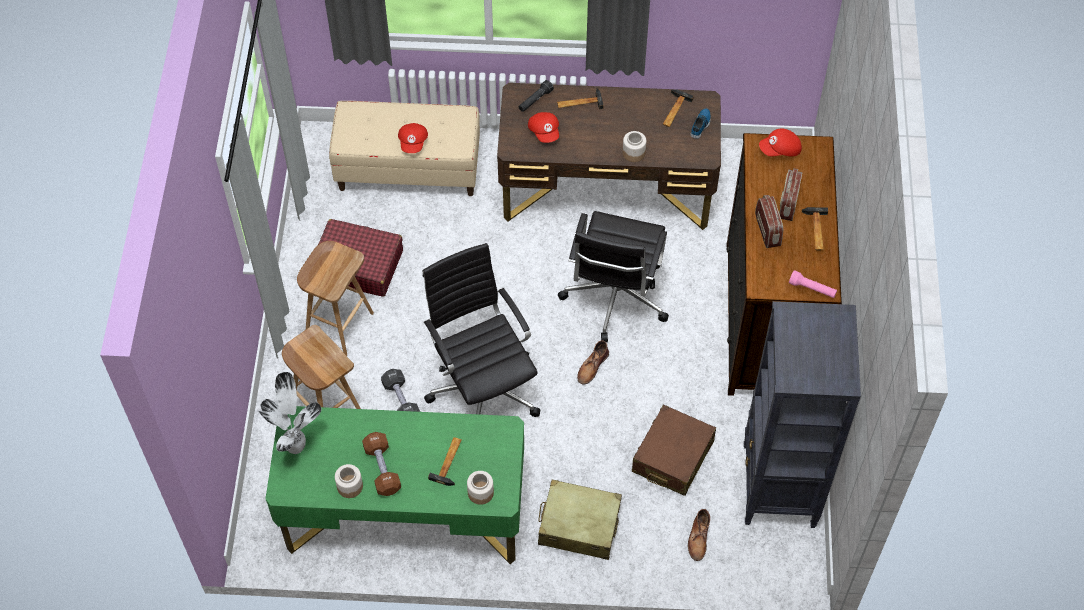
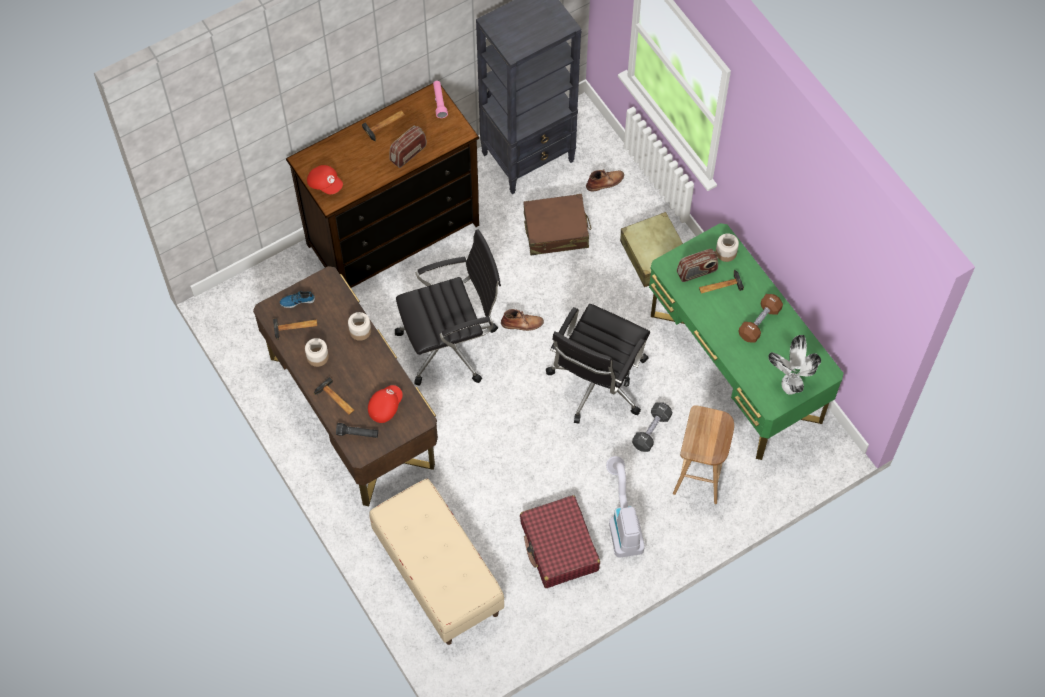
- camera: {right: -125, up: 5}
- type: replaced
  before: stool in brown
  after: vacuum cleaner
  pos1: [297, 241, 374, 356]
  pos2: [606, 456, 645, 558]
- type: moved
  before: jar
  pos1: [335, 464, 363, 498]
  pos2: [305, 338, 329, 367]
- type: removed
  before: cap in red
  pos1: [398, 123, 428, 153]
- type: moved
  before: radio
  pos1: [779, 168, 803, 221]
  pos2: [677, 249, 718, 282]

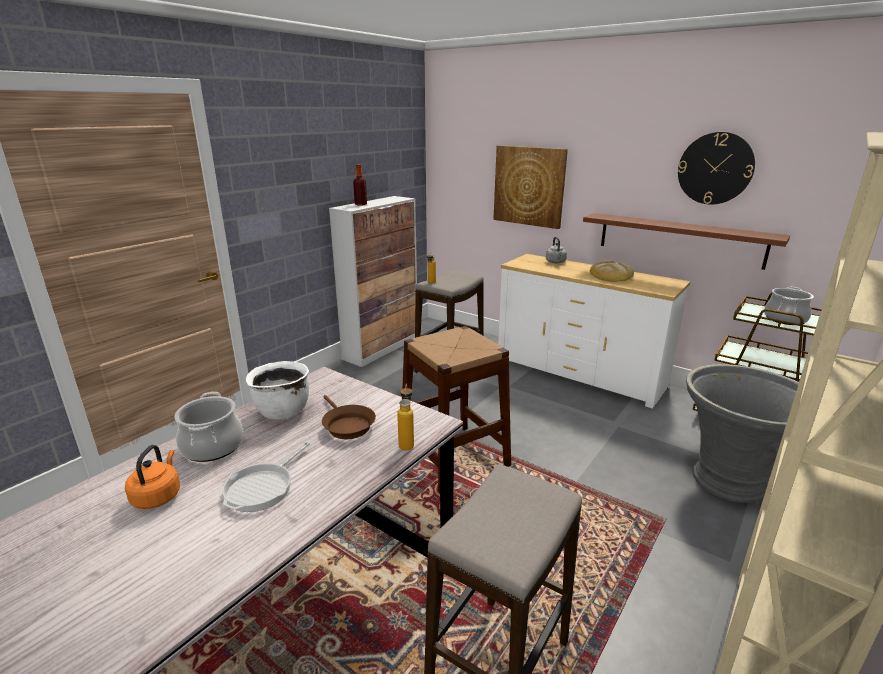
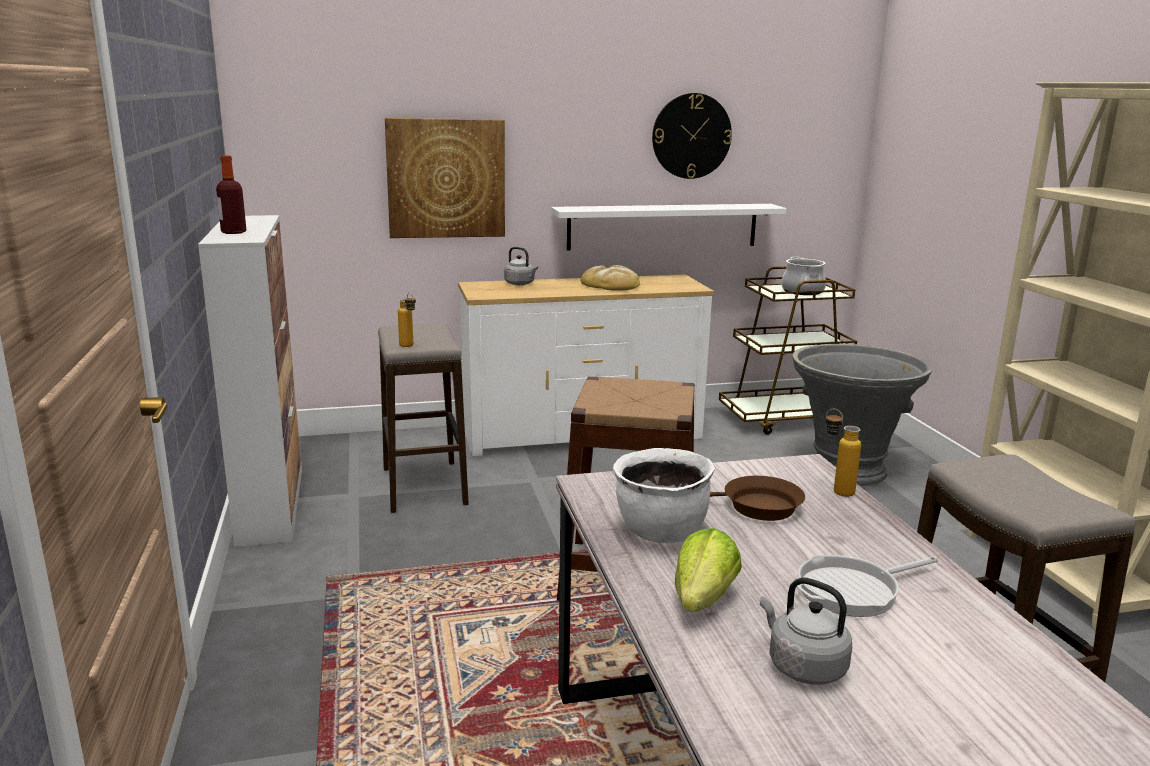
- camera: {right: -50, up: -5}
- type: recoloured
  before: kettle in orange
  after: kettle in grey
  pos1: [125, 445, 180, 509]
  pos2: [760, 578, 852, 685]
- type: replaced
  before: cooking pot
  after: lettuce
  pos1: [174, 392, 244, 462]
  pos2: [675, 528, 742, 612]
- type: turned
  before: frying pan
  pos1: [222, 442, 310, 512]
  pos2: [797, 555, 938, 617]
  turn: 90
- type: recoloured
  before: shelf in brown
  after: shelf in white
  pos1: [583, 213, 790, 270]
  pos2: [551, 204, 787, 250]

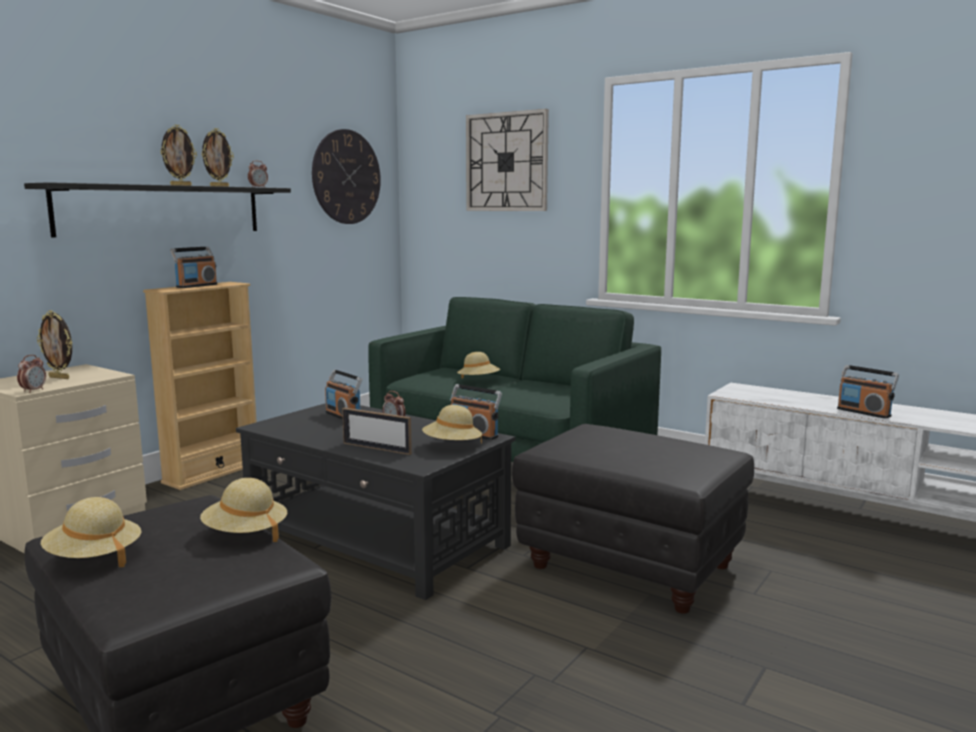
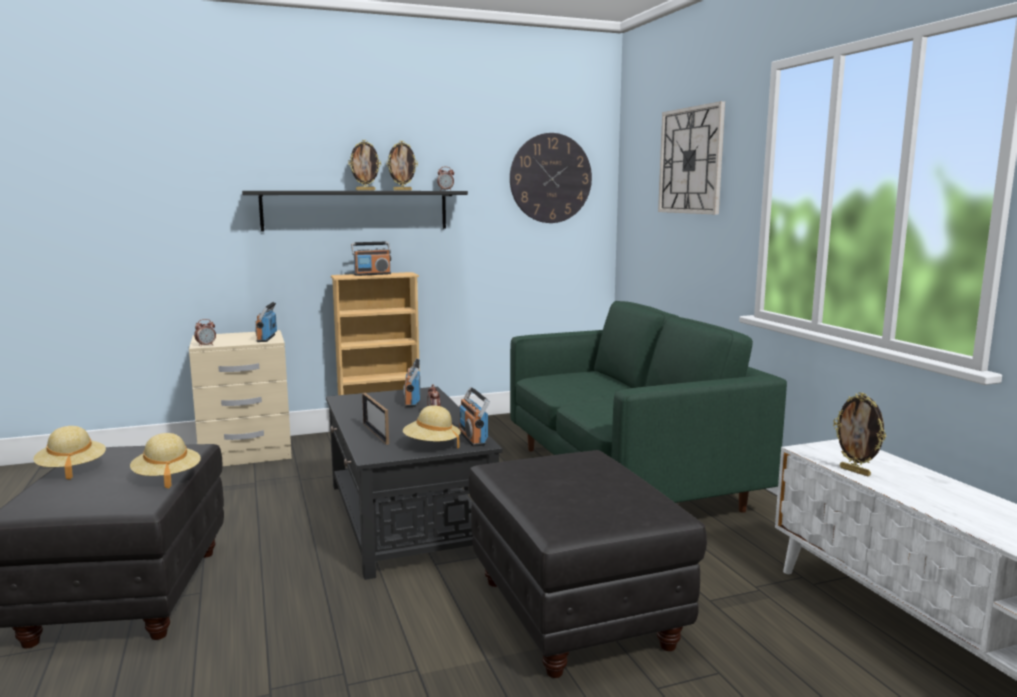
- camera: {right: 35, up: 0}
- type: moved
  before: picture frame
  pos1: [37, 310, 72, 379]
  pos2: [833, 392, 886, 476]
- type: removed
  before: hat in beige
  pos1: [457, 352, 500, 378]
- type: moved
  before: radio
  pos1: [837, 365, 899, 419]
  pos2: [255, 302, 277, 342]

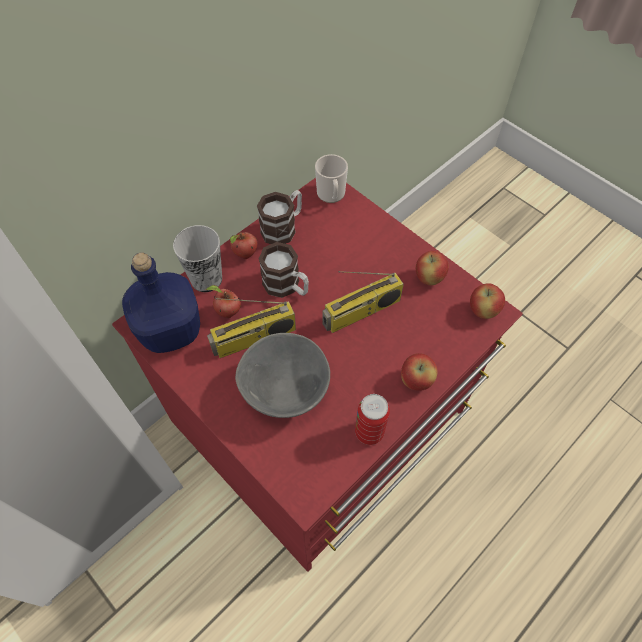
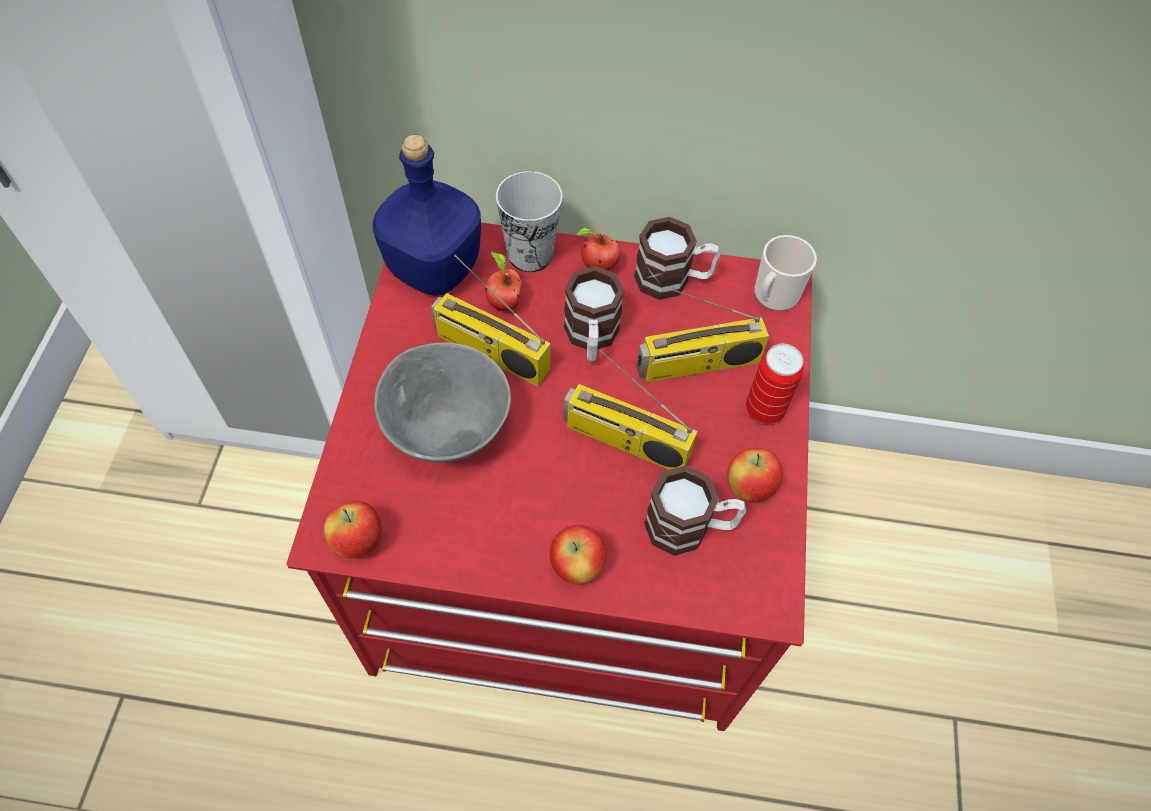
- camera: {right: 50, up: 0}
- type: moved
  before: can
  pos1: [355, 394, 390, 445]
  pos2: [746, 344, 804, 424]
- type: moved
  before: apple
  pos1: [470, 283, 505, 319]
  pos2: [324, 501, 382, 559]
- type: added
  after: radio
  pos2: [636, 289, 769, 383]
- type: added
  after: mug
  pos2: [644, 466, 746, 556]

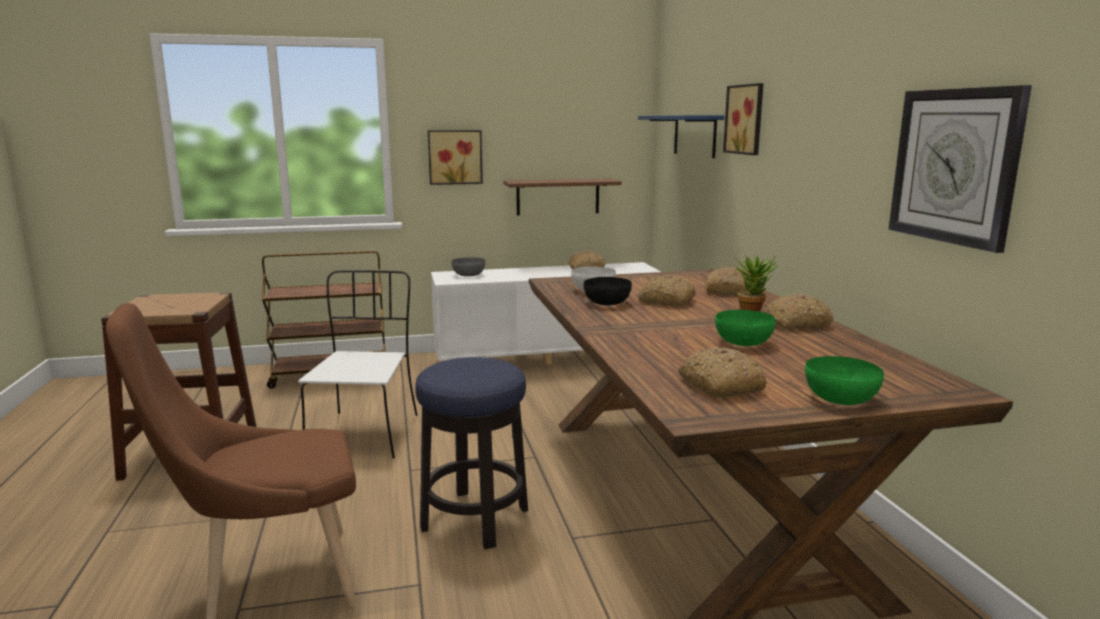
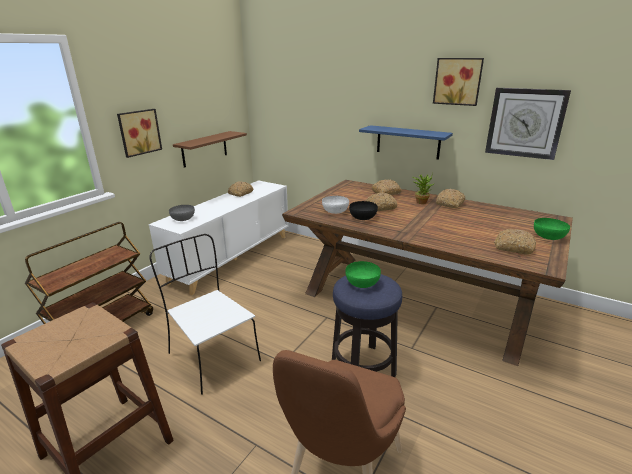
- camera: {right: -45, up: 10}
- type: moved
  before: shelf in blue
  pos1: [638, 115, 724, 158]
  pos2: [359, 125, 453, 160]
- type: moved
  before: bowl in green
  pos1: [715, 310, 776, 346]
  pos2: [345, 261, 381, 288]
- type: moved
  before: picture
  pos1: [723, 83, 763, 155]
  pos2: [433, 58, 484, 106]

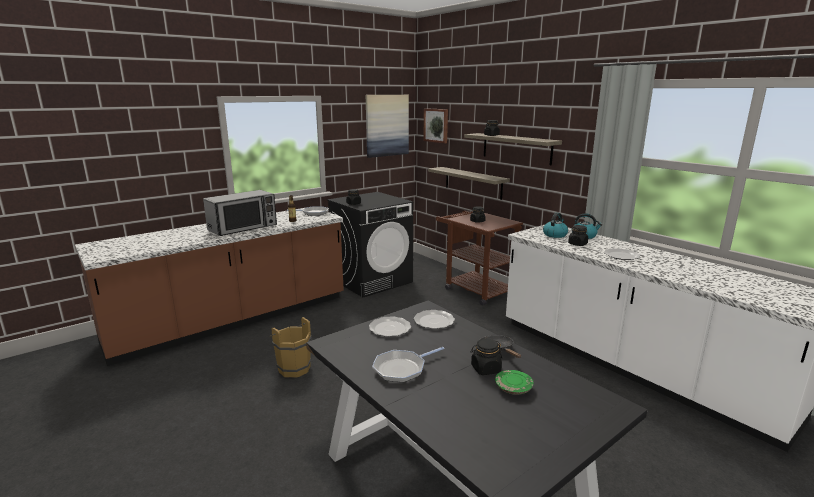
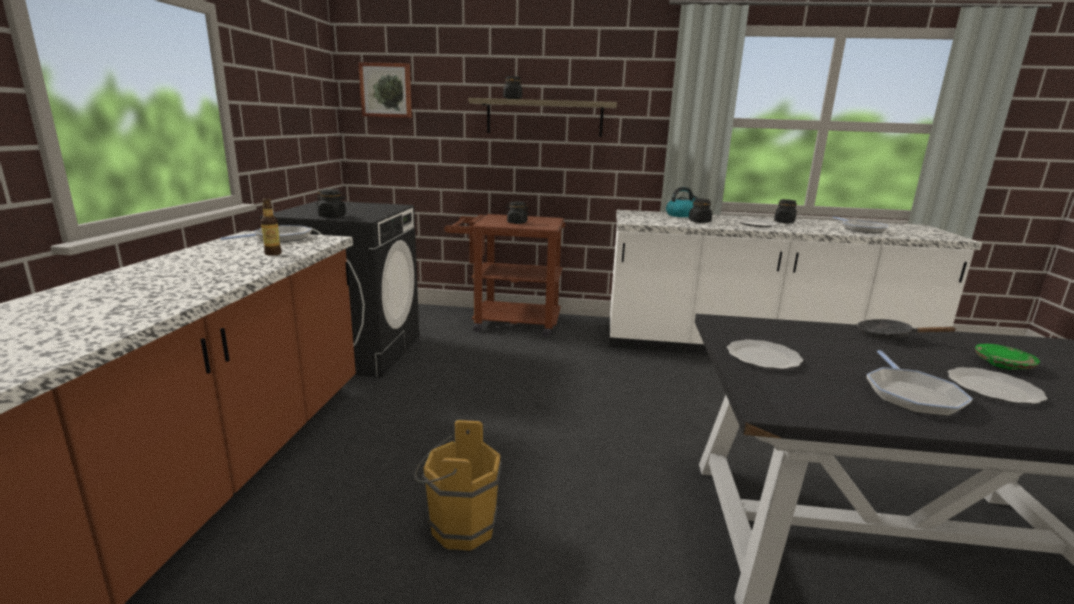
- camera: {right: -45, up: 0}
- type: removed
  before: microwave
  pos1: [203, 190, 277, 236]
- type: removed
  before: picture
  pos1: [366, 95, 409, 158]
- type: moved
  before: plate
  pos1: [414, 310, 455, 329]
  pos2: [948, 367, 1047, 404]
- type: removed
  before: shelf
  pos1: [428, 167, 510, 200]
- type: moved
  before: jar in black
  pos1: [471, 339, 502, 375]
  pos2: [774, 199, 797, 223]
- type: removed
  before: kettle
  pos1: [543, 212, 568, 238]
- type: added
  after: frying pan
  pos2: [833, 217, 888, 233]

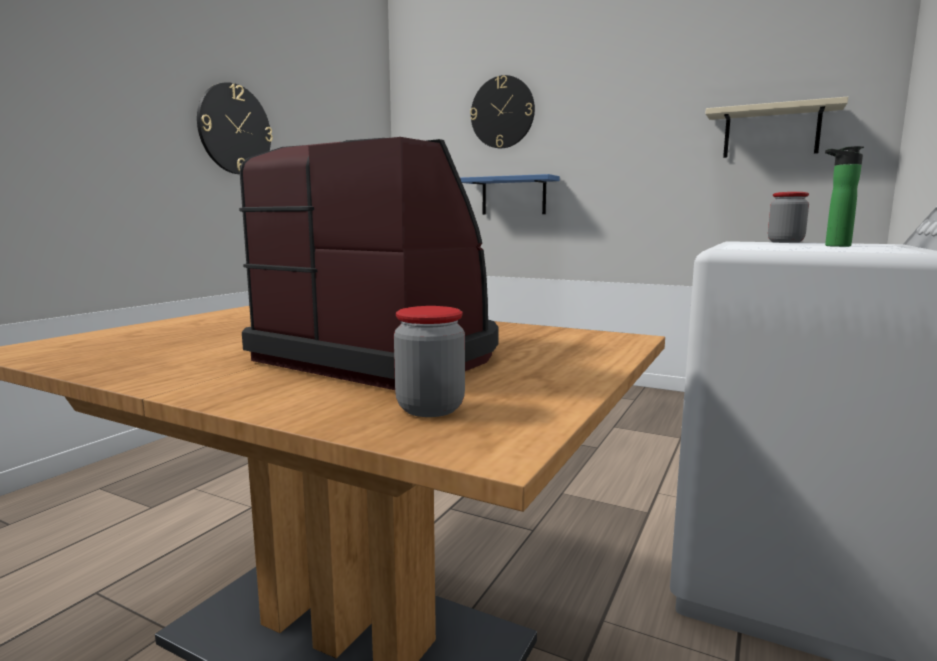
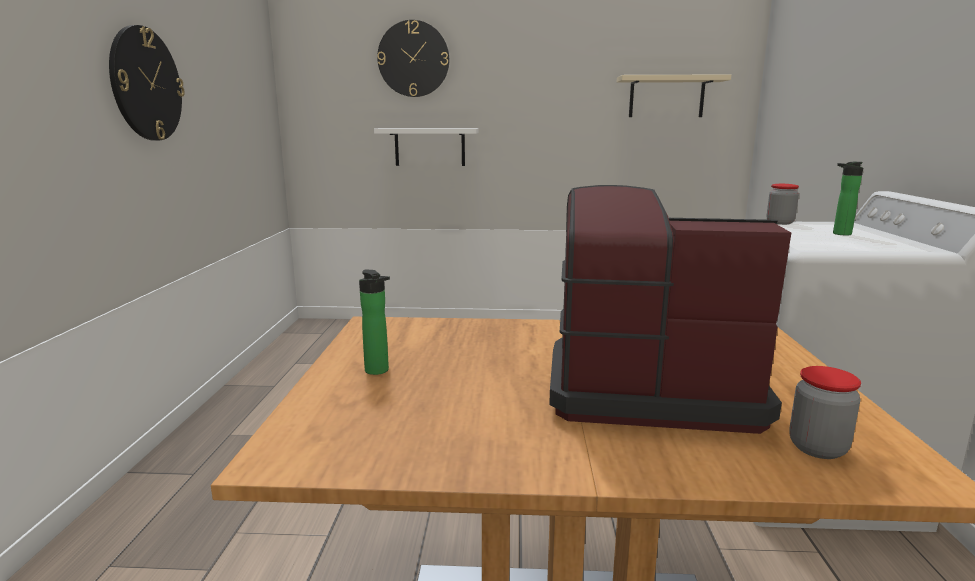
- camera: {right: -25, up: 5}
- type: recoloured
  before: shelf in blue
  after: shelf in white
  pos1: [460, 174, 560, 215]
  pos2: [374, 128, 478, 166]
- type: added
  after: bottle
  pos2: [359, 270, 390, 375]

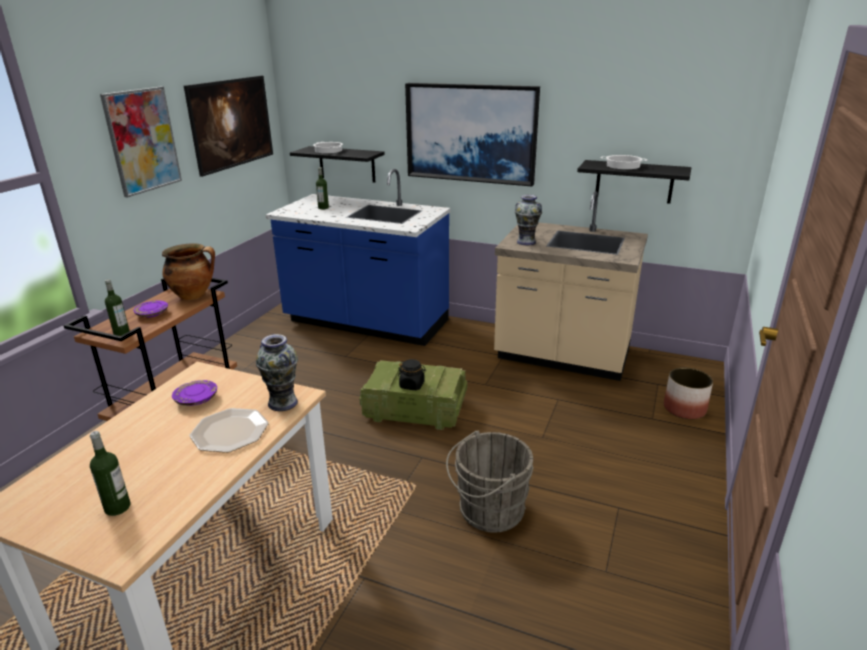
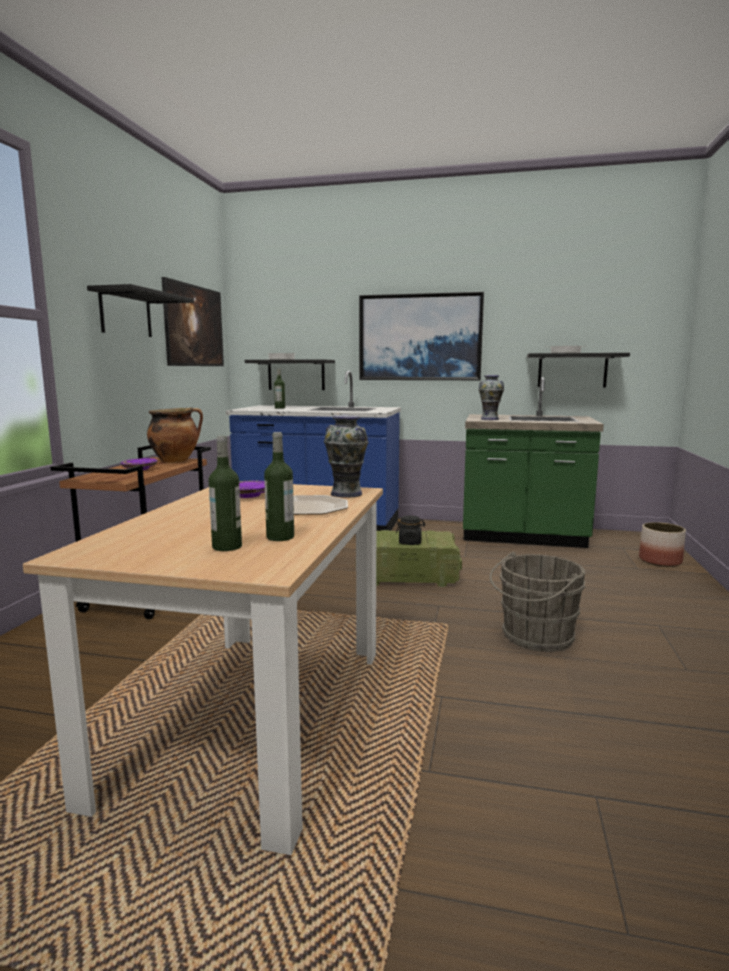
- camera: {right: -10, up: -15}
- type: replaced
  before: picture
  after: shelf in black
  pos1: [100, 87, 182, 197]
  pos2: [87, 284, 194, 337]
- type: moved
  before: bottle
  pos1: [105, 279, 130, 336]
  pos2: [264, 432, 294, 541]
- type: recoloured
  before: counter in beige
  after: counter in green
  pos1: [494, 191, 648, 381]
  pos2: [463, 377, 604, 548]

